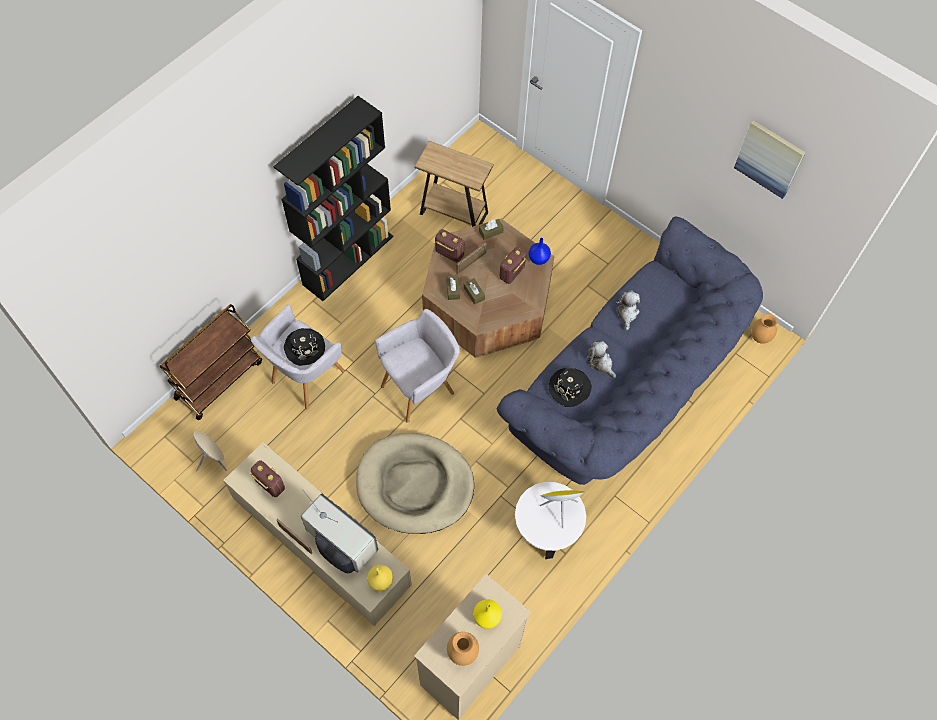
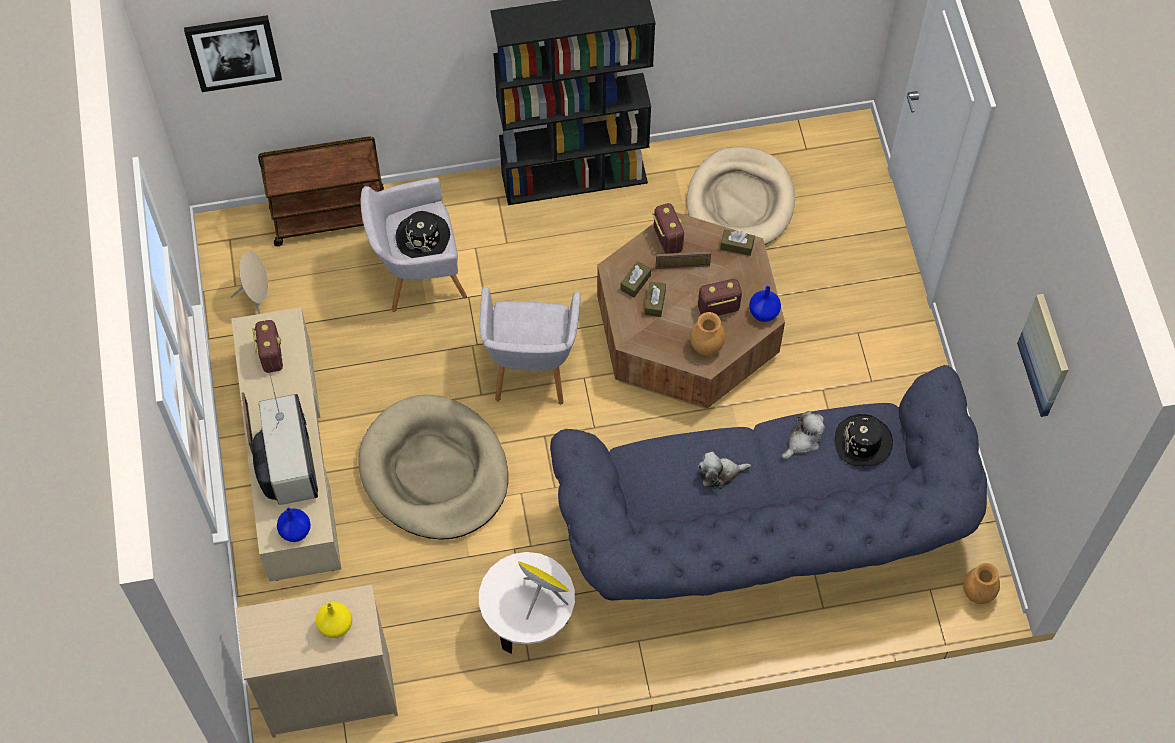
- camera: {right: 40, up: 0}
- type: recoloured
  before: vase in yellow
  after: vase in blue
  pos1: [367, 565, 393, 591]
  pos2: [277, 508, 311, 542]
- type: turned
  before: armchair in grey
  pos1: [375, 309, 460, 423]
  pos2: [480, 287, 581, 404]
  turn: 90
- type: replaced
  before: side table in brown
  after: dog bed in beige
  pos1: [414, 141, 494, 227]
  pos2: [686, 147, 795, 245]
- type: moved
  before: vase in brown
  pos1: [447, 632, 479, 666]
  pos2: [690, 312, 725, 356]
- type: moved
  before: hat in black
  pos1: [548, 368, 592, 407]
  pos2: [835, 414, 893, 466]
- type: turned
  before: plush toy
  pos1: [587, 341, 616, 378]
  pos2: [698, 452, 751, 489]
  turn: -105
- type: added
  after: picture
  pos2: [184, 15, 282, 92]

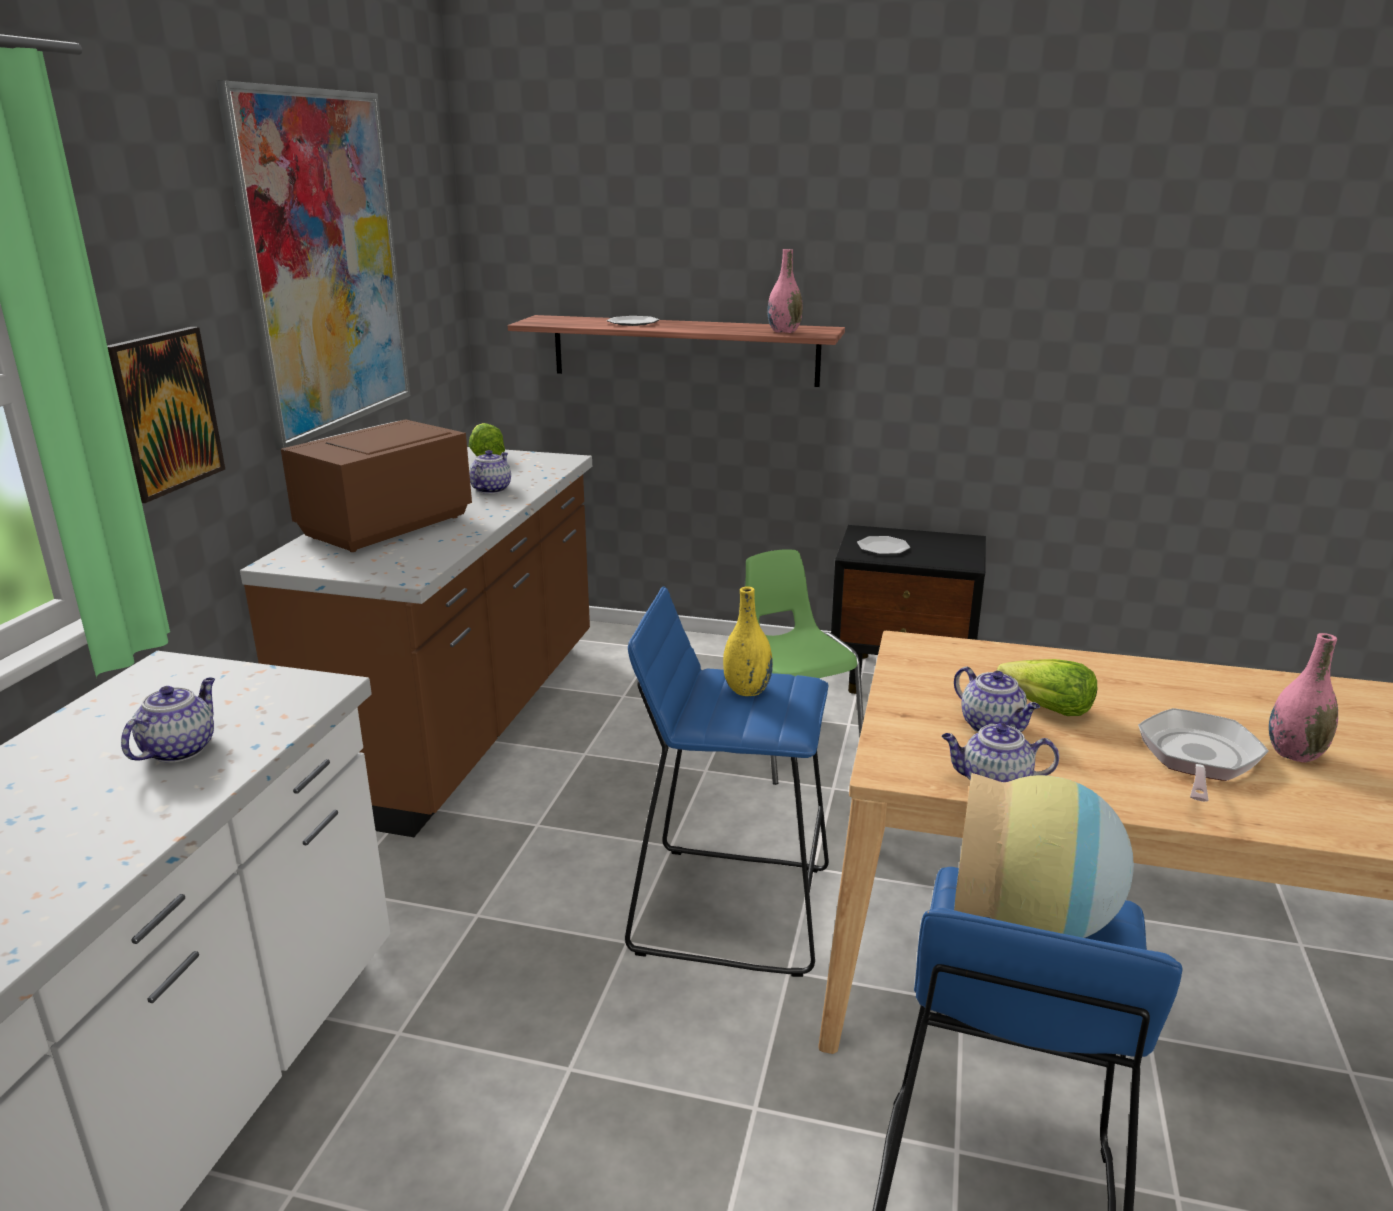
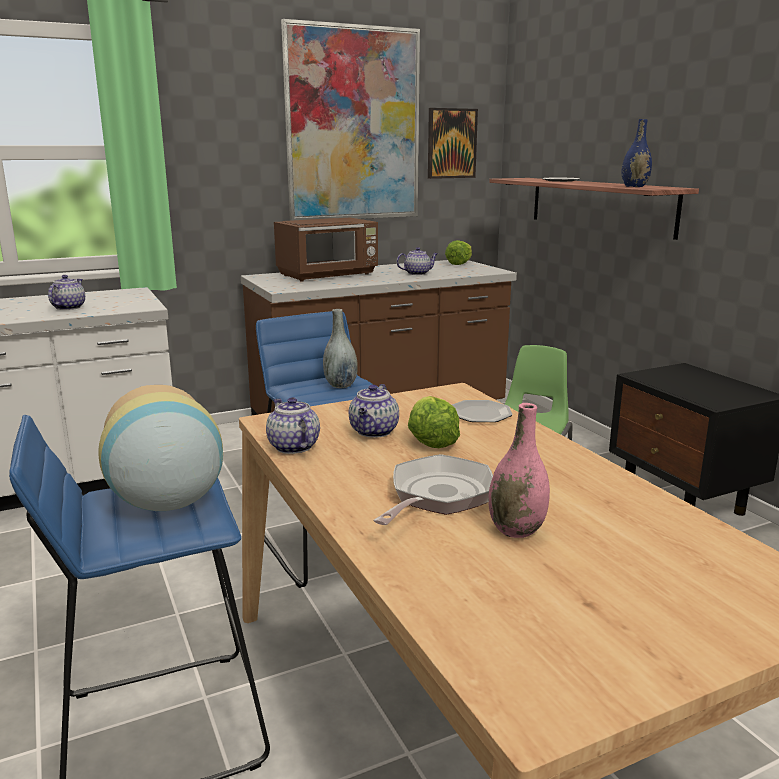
- camera: {right: 50, up: -5}
- type: moved
  before: picture
  pos1: [107, 327, 225, 503]
  pos2: [428, 108, 478, 179]
- type: turned
  before: teapot
  pos1: [121, 678, 215, 762]
  pos2: [48, 275, 85, 310]
  turn: -60
- type: turned
  before: microwave in brown
  pos1: [281, 419, 472, 552]
  pos2: [274, 218, 378, 281]
  turn: 150
- type: recoloured
  before: vase in yellow
  after: vase in grey
  pos1: [723, 587, 773, 696]
  pos2: [323, 309, 358, 388]
- type: recoloured
  before: vase in pink
  after: vase in blue
  pos1: [767, 249, 803, 333]
  pos2: [622, 119, 652, 187]
- type: moved
  before: plate
  pos1: [857, 536, 910, 555]
  pos2: [452, 400, 513, 422]
- type: turned
  before: frying pan
  pos1: [1138, 708, 1269, 802]
  pos2: [373, 454, 493, 525]
  turn: -45

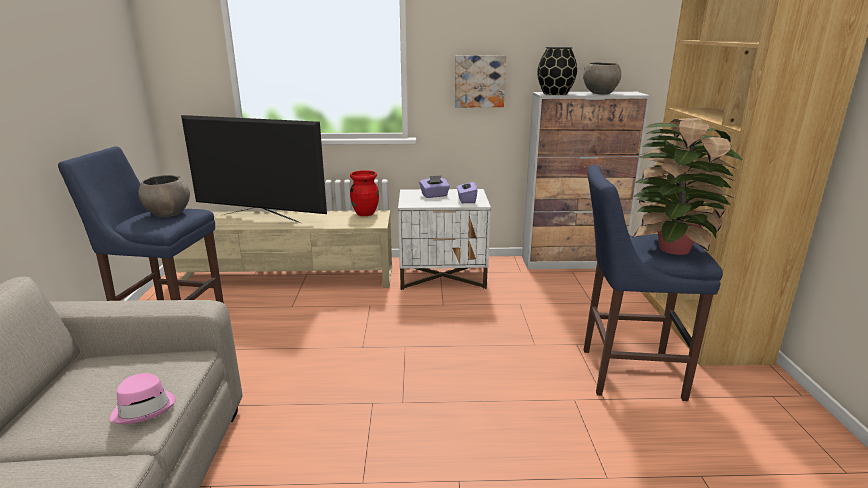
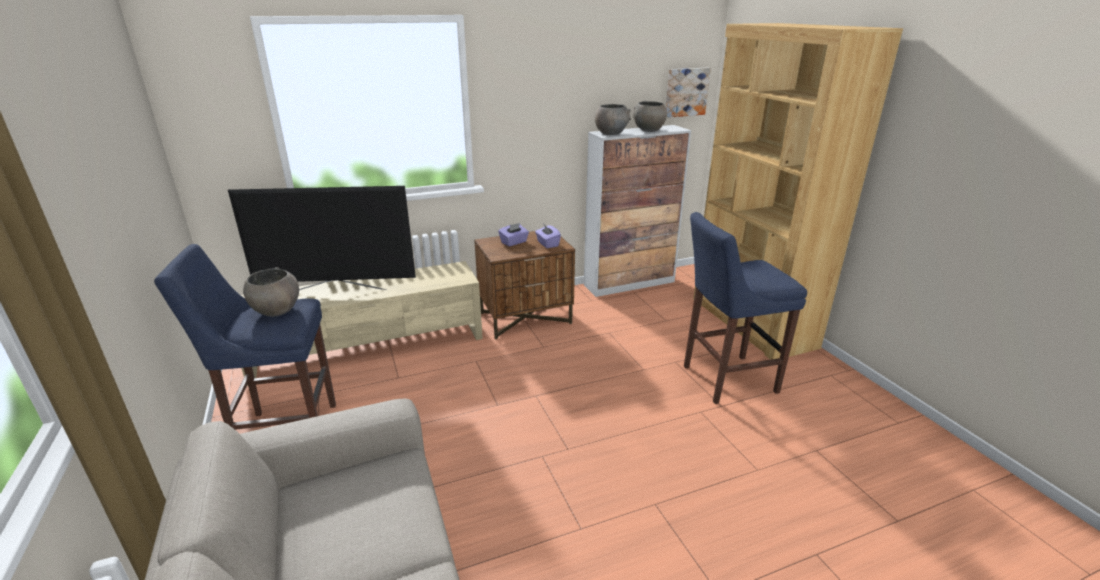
- camera: {right: -20, up: 5}
- type: removed
  before: hat in pink
  pos1: [110, 373, 176, 424]
- type: removed
  before: vase in red
  pos1: [350, 170, 379, 216]
- type: recoloured
  before: nightstand in white
  after: nightstand in brown
  pos1: [398, 189, 491, 290]
  pos2: [474, 231, 575, 339]
- type: moved
  before: picture
  pos1: [455, 55, 506, 107]
  pos2: [666, 68, 711, 117]
- type: replaced
  before: vase in black
  after: bowl in grey
  pos1: [537, 47, 577, 95]
  pos2: [595, 104, 631, 135]
- type: removed
  before: potted plant
  pos1: [632, 118, 743, 255]

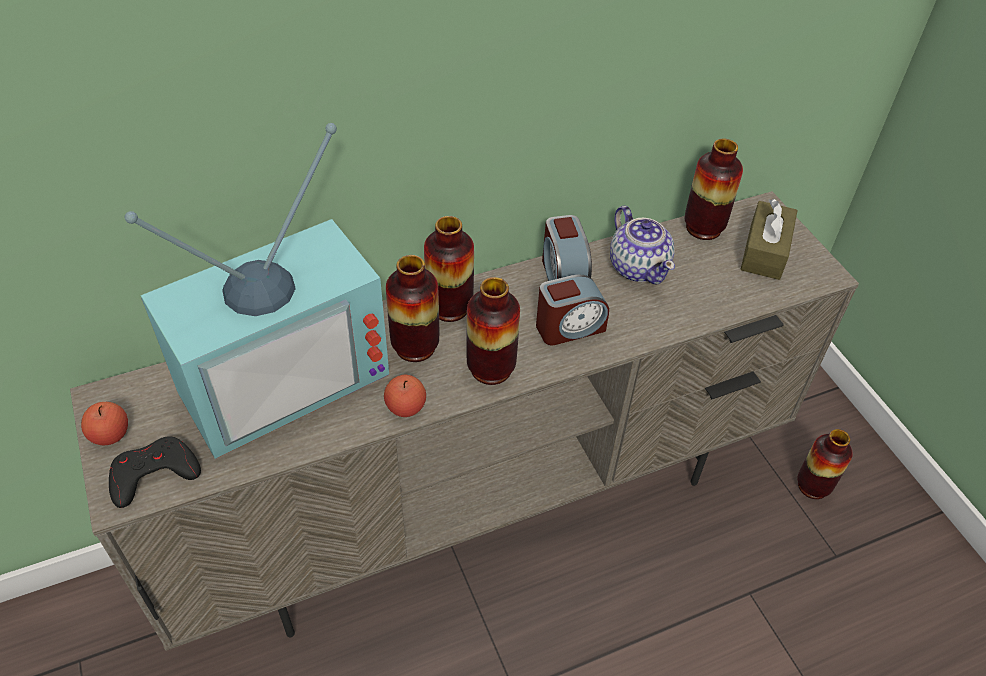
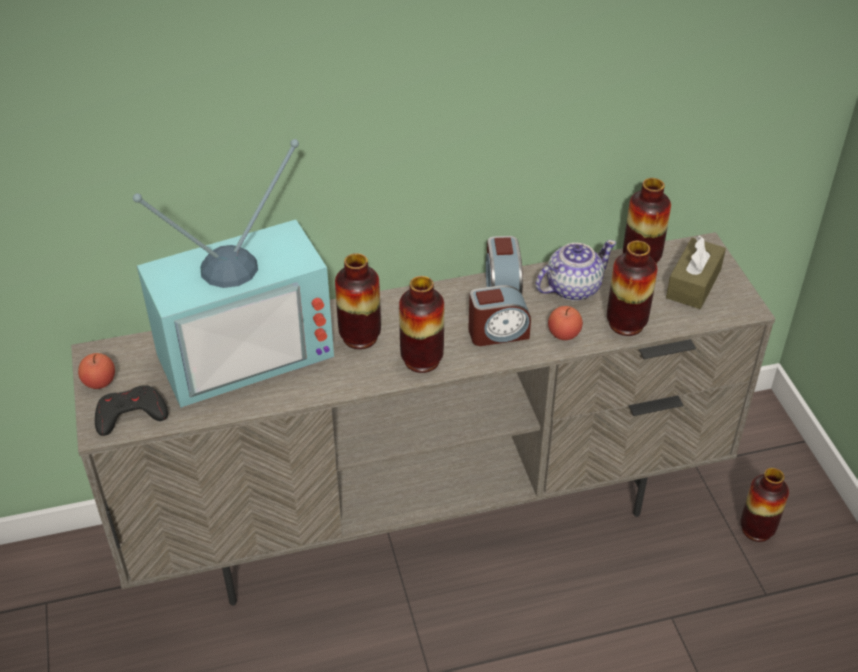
- camera: {right: 10, up: -5}
- type: moved
  before: apple
  pos1: [384, 375, 426, 417]
  pos2: [548, 306, 583, 340]
- type: moved
  before: vase
  pos1: [424, 216, 474, 322]
  pos2: [607, 241, 657, 336]
- type: turned
  before: teapot
  pos1: [610, 206, 675, 284]
  pos2: [535, 240, 616, 301]
  turn: -105

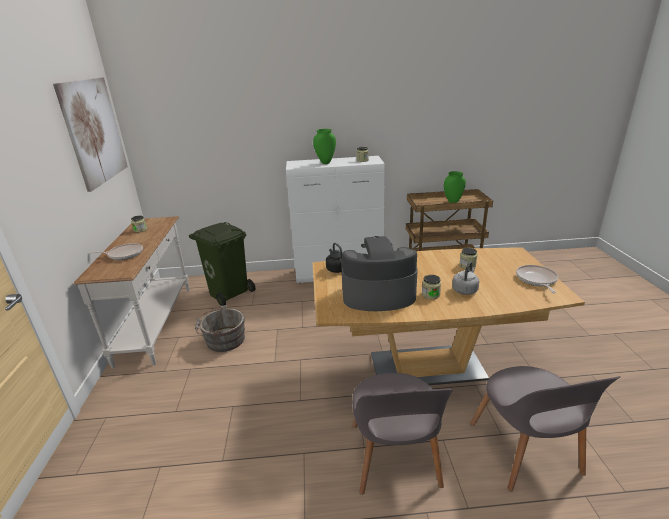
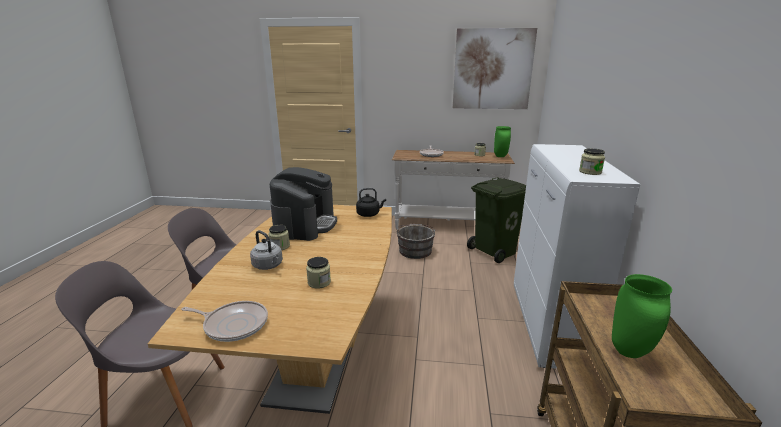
- camera: {right: 100, up: -5}
- type: moved
  before: vase in green
  pos1: [313, 129, 336, 164]
  pos2: [494, 126, 511, 157]

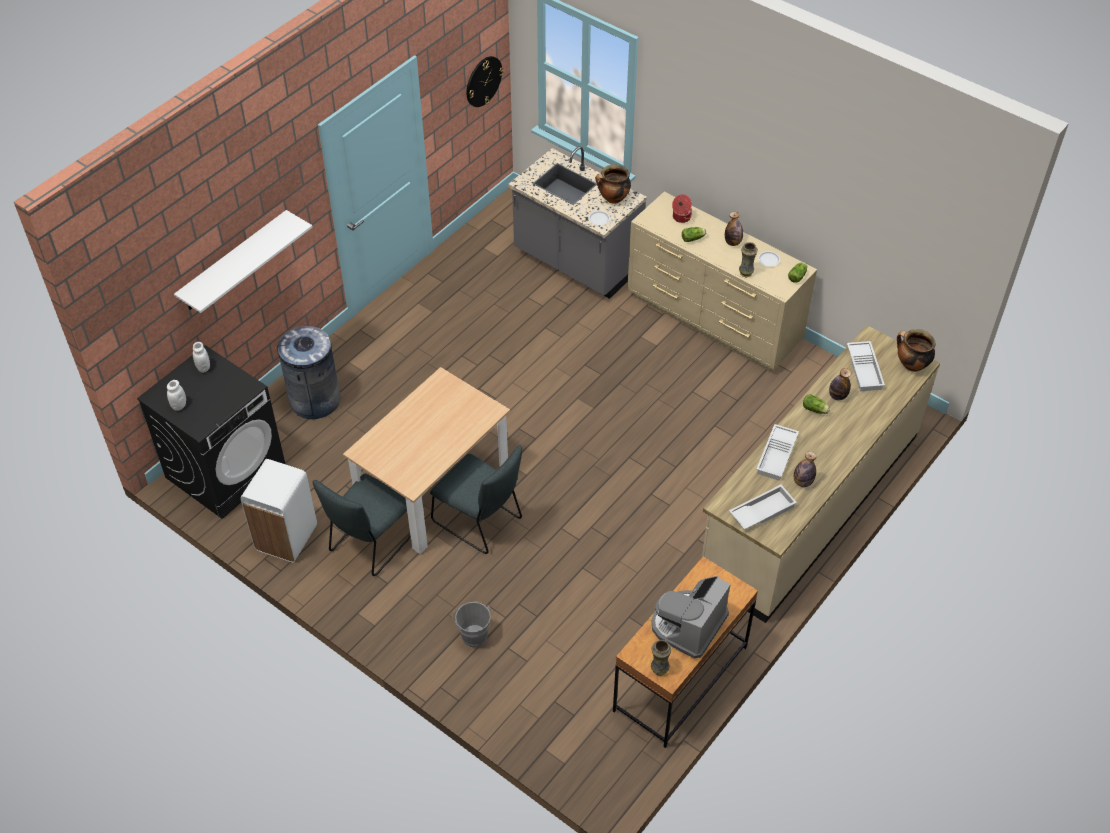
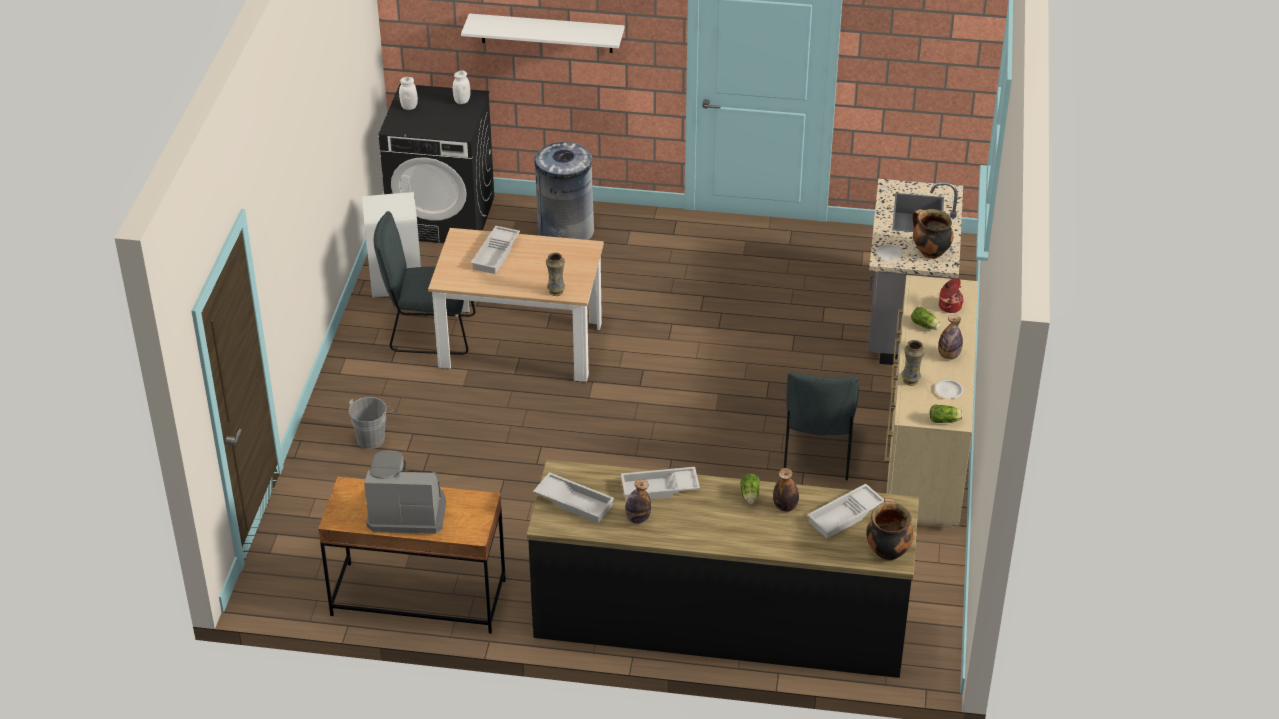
- camera: {right: 60, up: -10}
- type: moved
  before: chair in grey
  pos1: [430, 445, 522, 554]
  pos2: [784, 372, 859, 480]
- type: removed
  before: wall clock
  pos1: [466, 56, 503, 107]
- type: moved
  before: vase
  pos1: [651, 640, 671, 676]
  pos2: [546, 253, 565, 296]
- type: recoloured
  before: counter in beige
  after: counter in black
  pos1: [702, 325, 940, 623]
  pos2: [527, 460, 919, 678]
- type: added
  after: tray in white
  pos2: [471, 226, 520, 274]

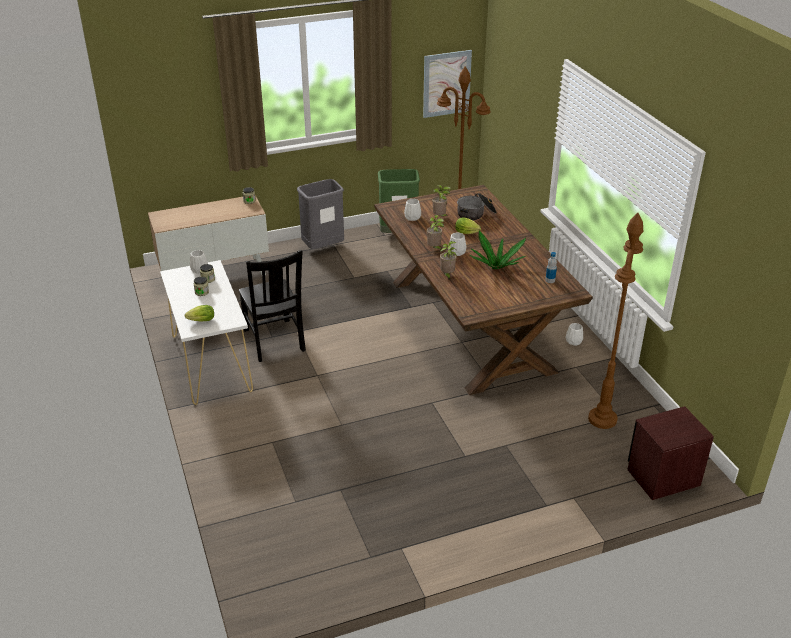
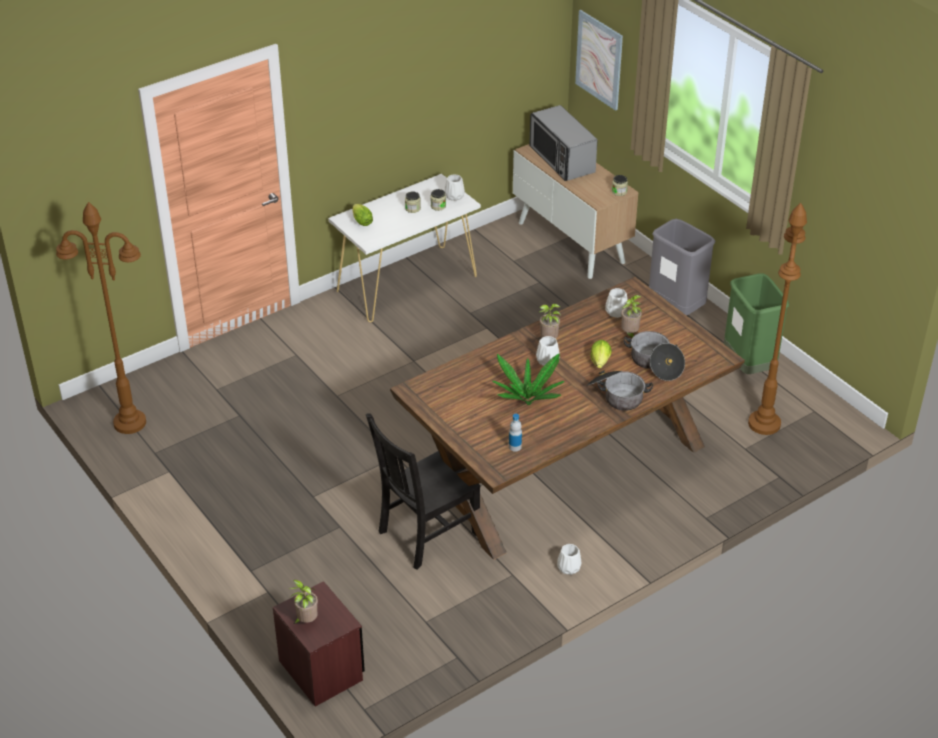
- camera: {right: 75, up: 5}
- type: moved
  before: chair in black
  pos1: [239, 250, 306, 362]
  pos2: [366, 413, 481, 570]
- type: moved
  before: picture
  pos1: [423, 50, 472, 118]
  pos2: [575, 10, 623, 111]
- type: moved
  before: potted plant
  pos1: [440, 241, 457, 280]
  pos2: [289, 580, 318, 624]
- type: moved
  before: floor lamp in brown
  pos1: [588, 213, 643, 429]
  pos2: [56, 202, 146, 434]
- type: added
  after: microwave
  pos2: [529, 105, 598, 181]
- type: added
  after: cooking pot
  pos2: [586, 371, 653, 411]

